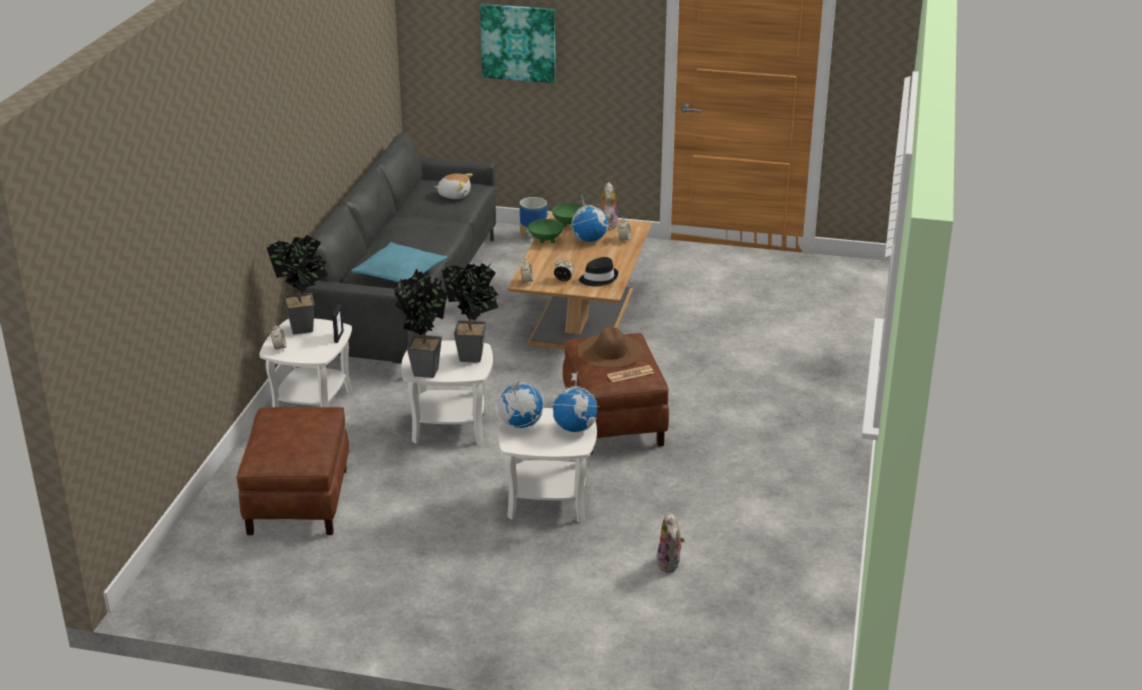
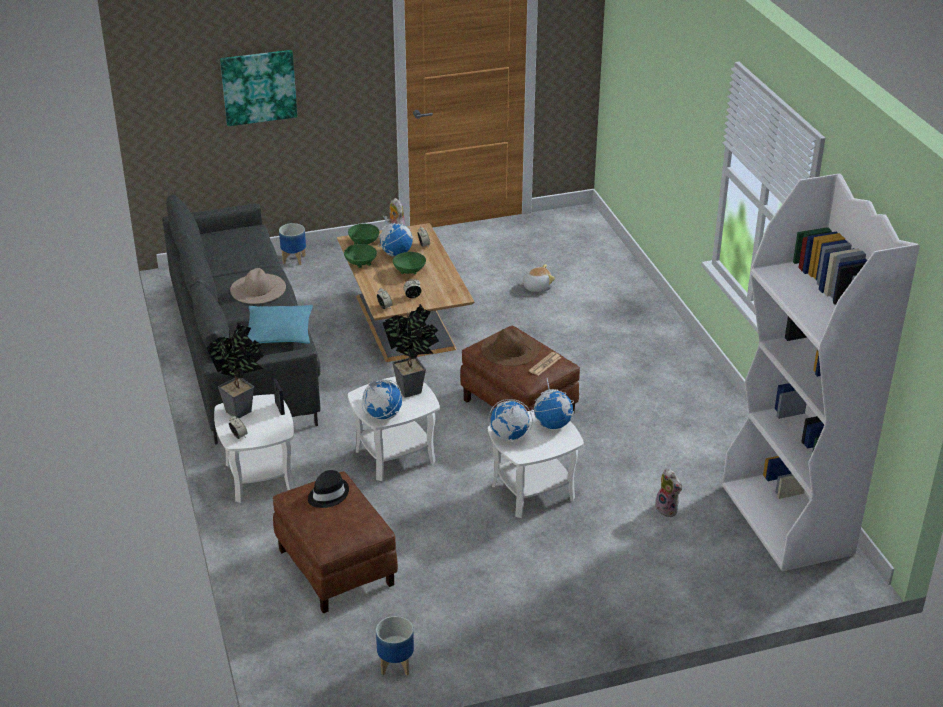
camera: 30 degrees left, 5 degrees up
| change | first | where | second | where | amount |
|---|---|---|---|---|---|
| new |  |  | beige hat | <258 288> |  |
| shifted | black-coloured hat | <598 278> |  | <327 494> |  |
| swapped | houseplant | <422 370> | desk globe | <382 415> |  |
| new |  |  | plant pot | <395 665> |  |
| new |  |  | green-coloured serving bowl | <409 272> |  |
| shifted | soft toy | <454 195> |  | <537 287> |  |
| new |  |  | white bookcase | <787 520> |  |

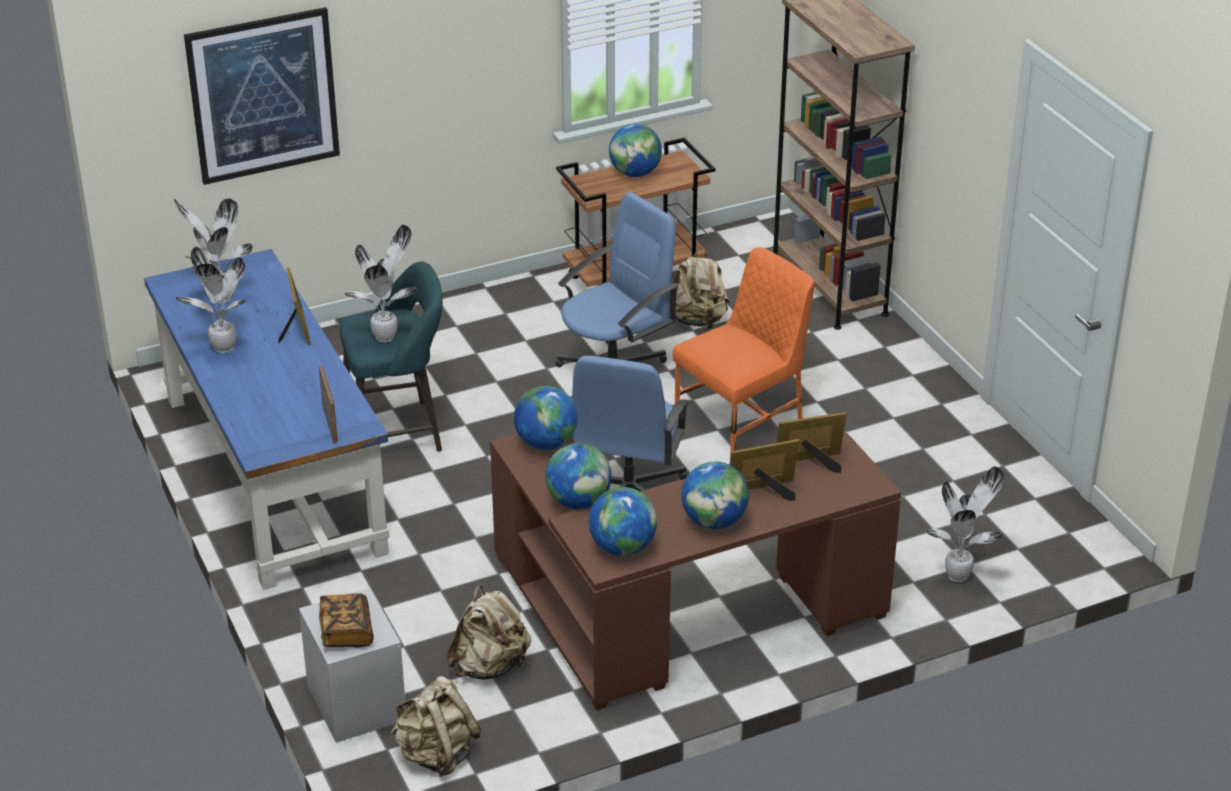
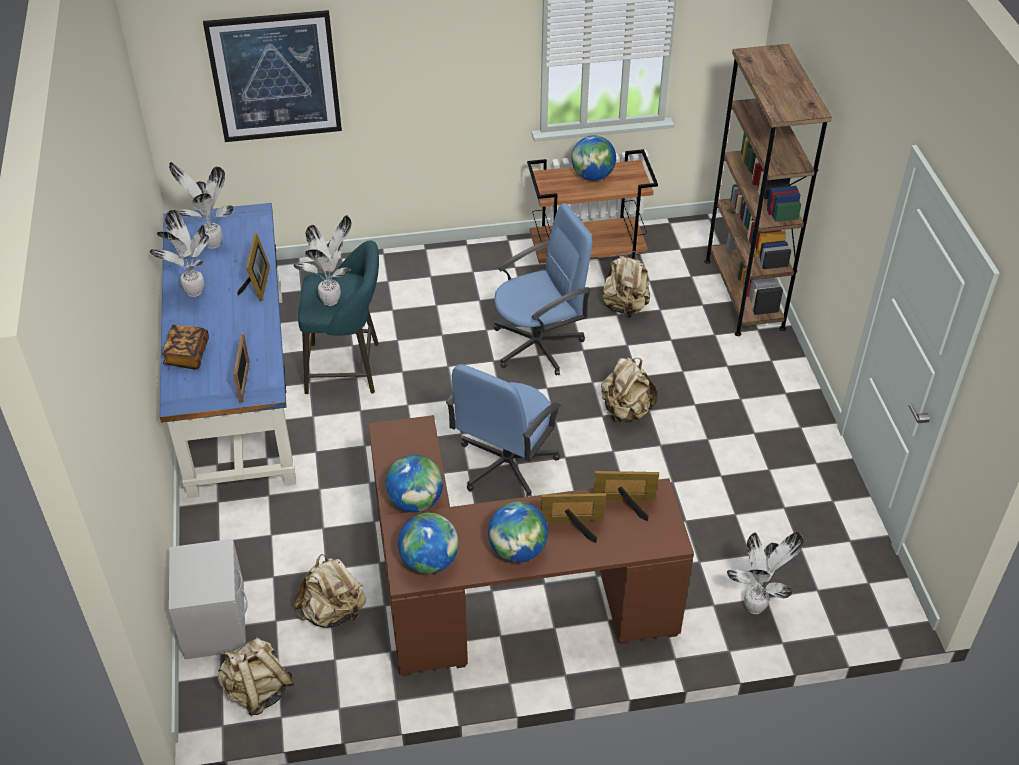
camera: 15 degrees right, 10 degrees up
| change | first | where | second | where | amount |
|---|---|---|---|---|---|
| shifted | volume | <346 632> |  | <187 355> |  |
| swapped | orange-coloured chair | <742 420> | beige knapsack | <625 411> |  |
| gone | desk globe | <546 443> |  |  |  |

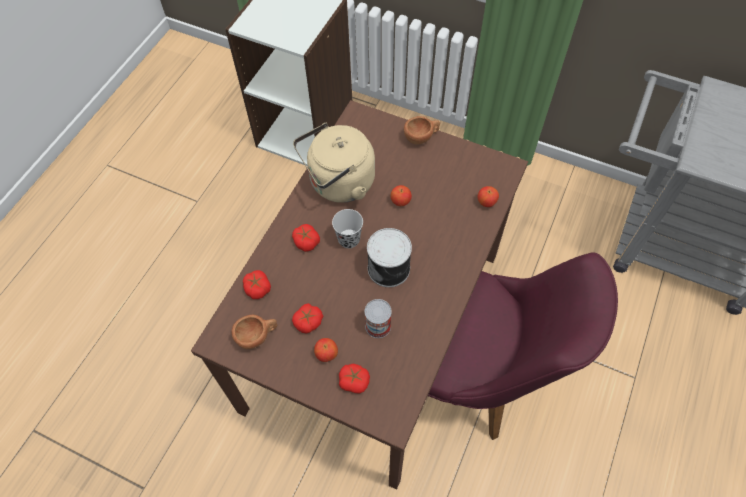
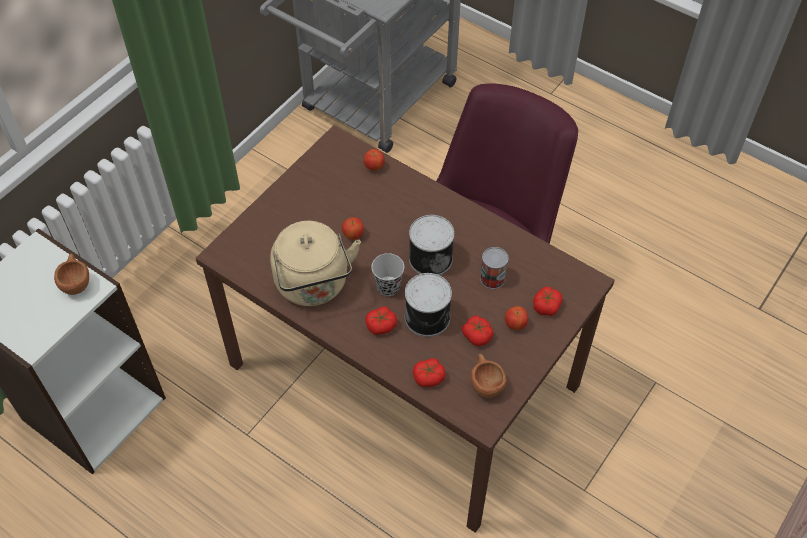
camera: 80 degrees left, 5 degrees down
| change | first | where | second | where | amount |
|---|---|---|---|---|---|
| shifted | brown-coloured small cup | <422 137> |  | <76 282> |  |
| new |  |  | sealed can | <428 317> |  |

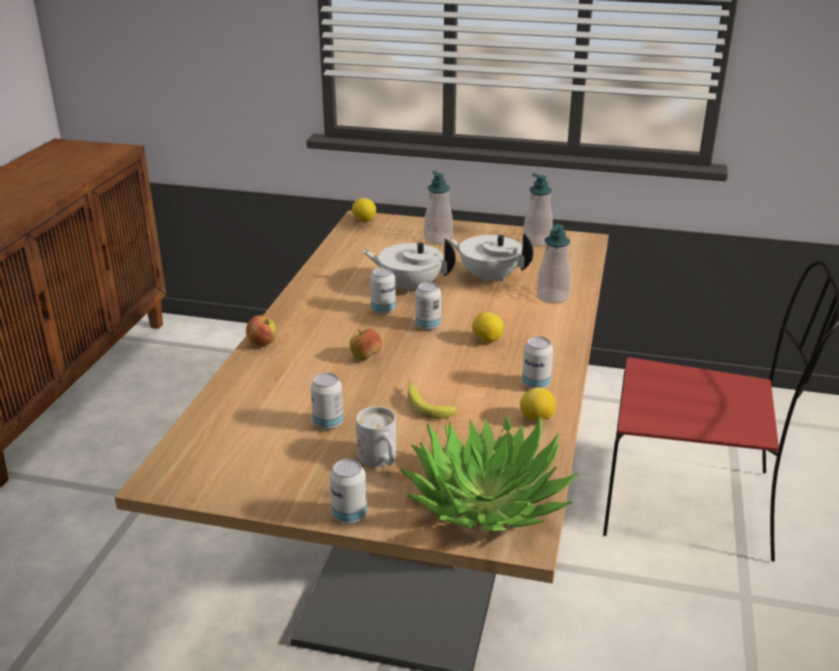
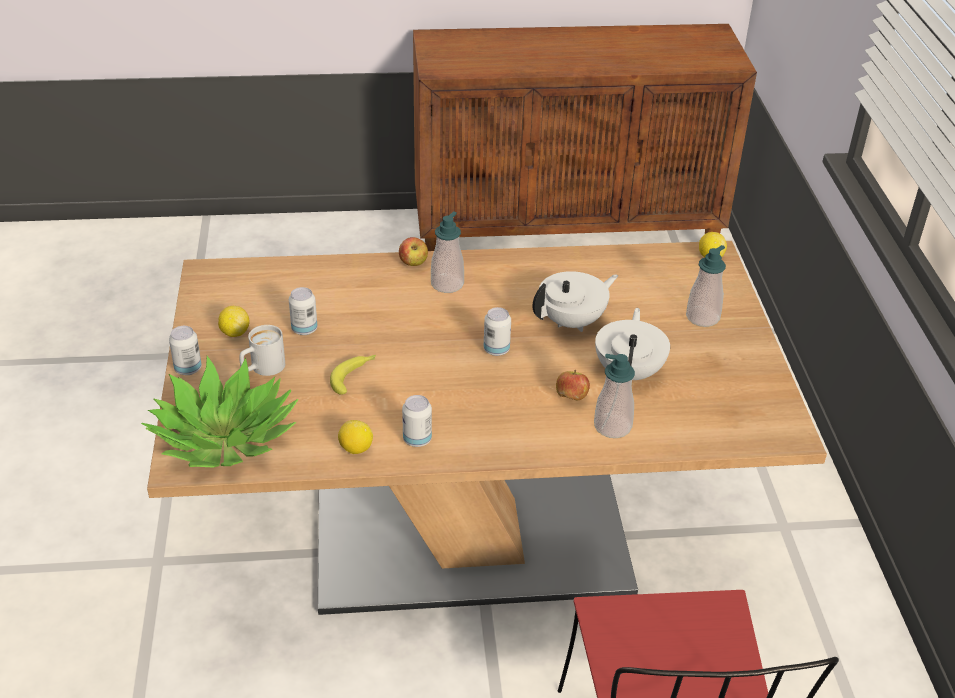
camera: 70 degrees right, 10 degrees up
| change | first | where | second | where | amount |
|---|---|---|---|---|---|
| shifted | lemon | <486 340> |  | <235 332> |  |
| shifted | liquid soap bottle | <537 241> |  | <447 284> |  |
| rotated | white tea pot | <410 286> |  | <572 321> | 60 degrees clockwise |
| shifted | apple | <366 357> |  | <571 397> |  |
| gone | sealed can | <383 310> |  |  |  |

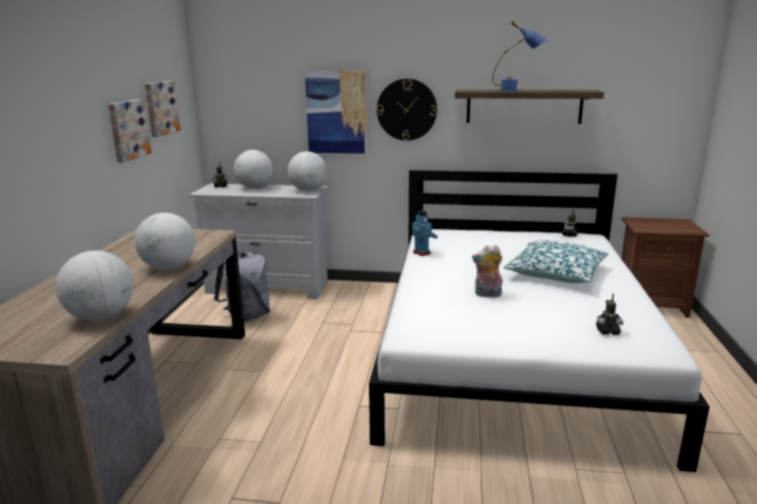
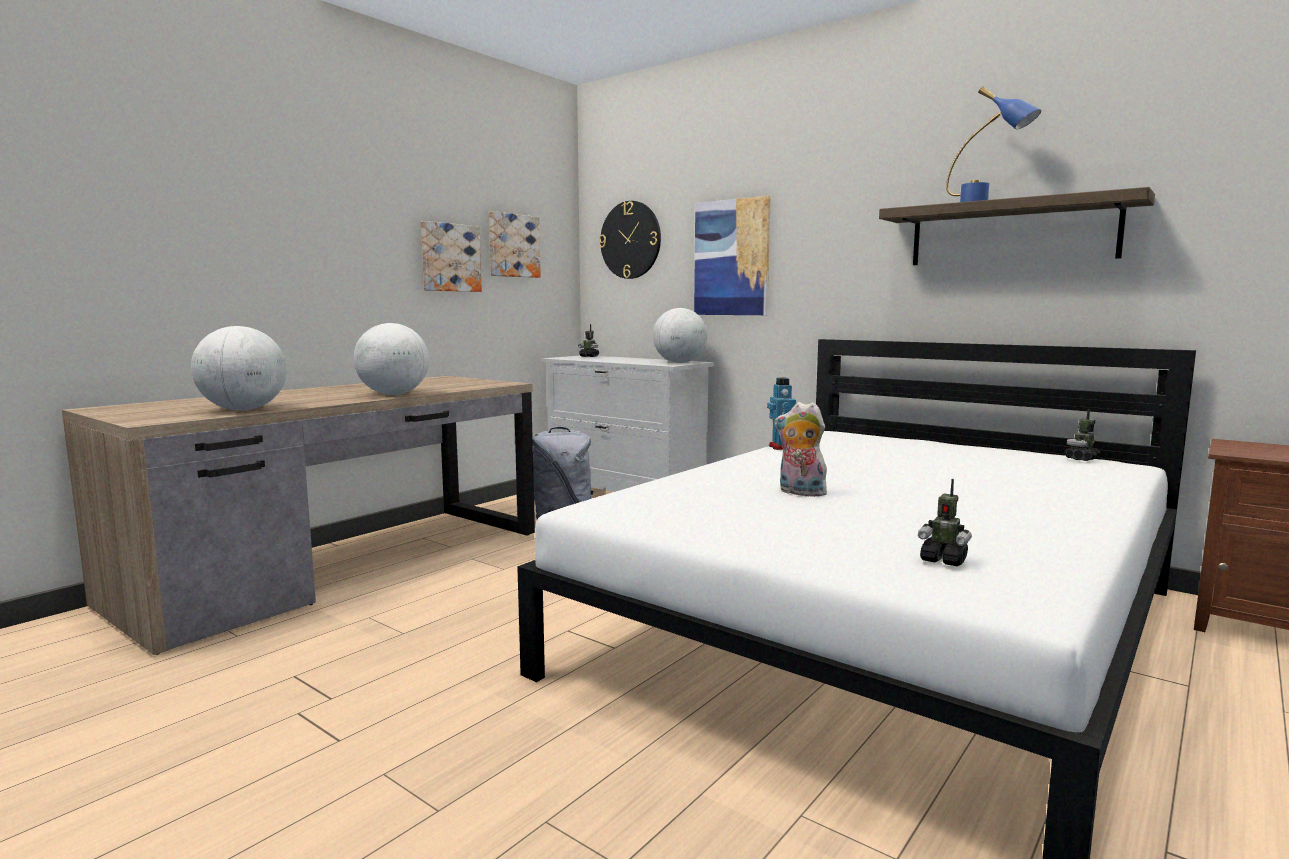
camera: 30 degrees right, 10 degrees down
| change | first | where | second | where | amount |
|---|---|---|---|---|---|
| shifted | hanging clock | <406 109> |  | <630 240> |  |
| gone | desk globe | <255 188> |  |  |  |
| gone | throw pillow | <555 273> |  |  |  |

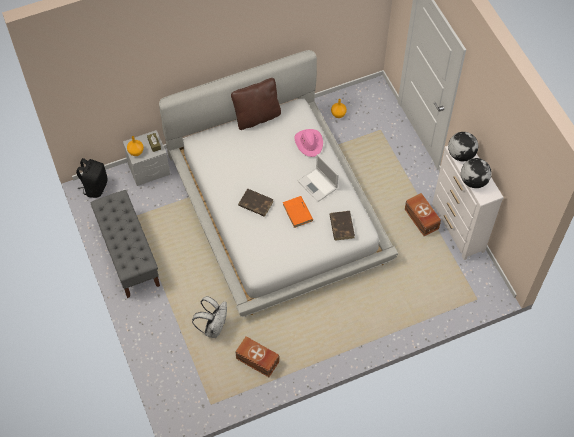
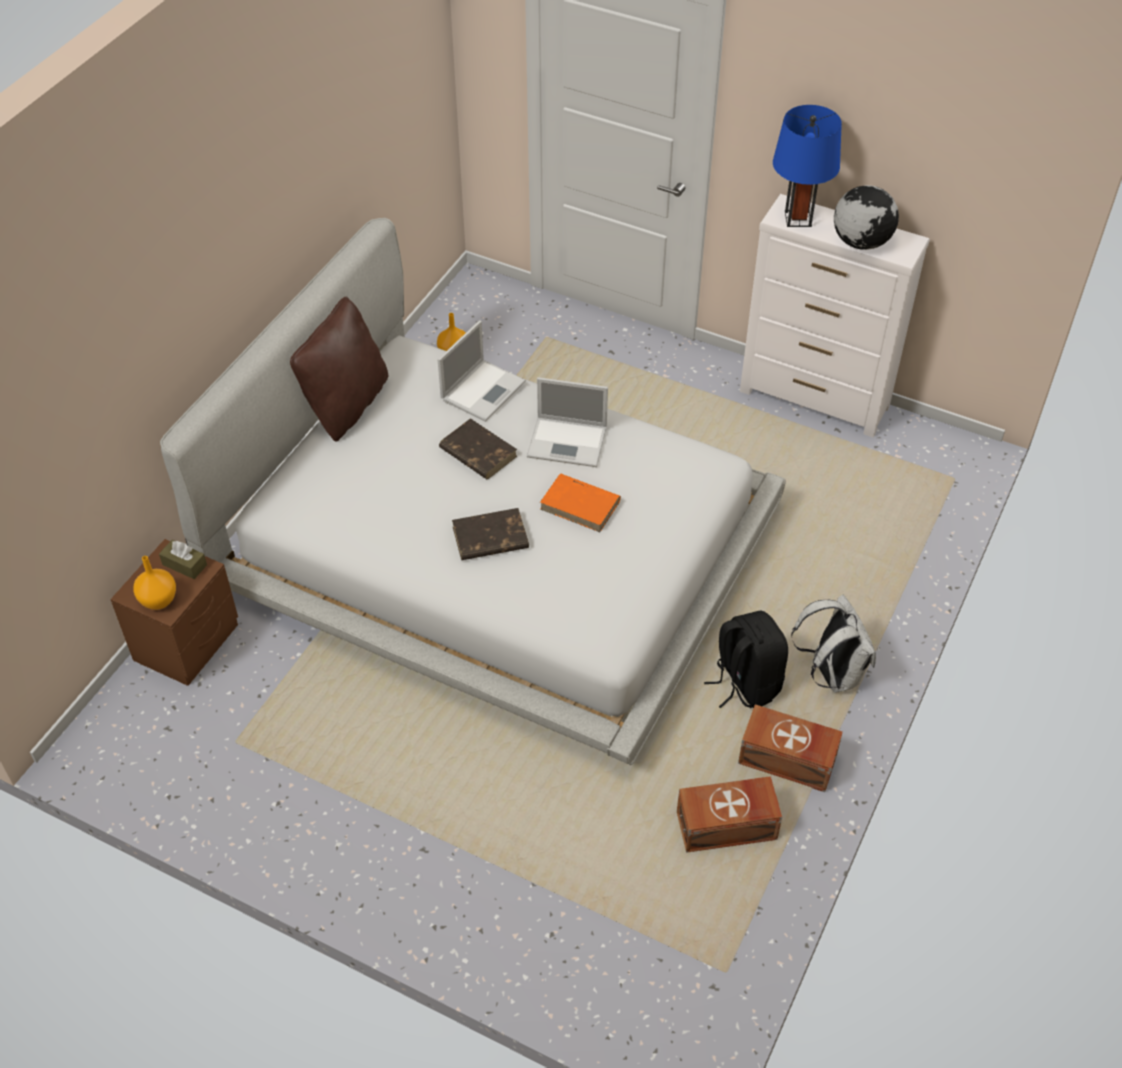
camera: 40 degrees left, 10 degrees down
| change | first | where | second | where | amount |
|---|---|---|---|---|---|
| repainted | gray bedside table | <149 170> | brown-coloured bedside table | <187 643> |  |
| swapped | pink hat | <309 143> | portable computer | <484 389> |  |
| shifted | brown-coloured volume | <341 226> |  | <477 452> |  |
| shifted | black-coloured knapsack | <95 187> |  | <745 683> |  |
| shifted | brown-coloured storage container | <421 220> |  | <788 761> |  |
| swapped | desk globe | <461 154> | blue table lamp | <797 219> |  |
| shifted | white knapsack | <213 327> |  | <831 673> |  |
| gone | gray bench | <128 253> |  |  |  |

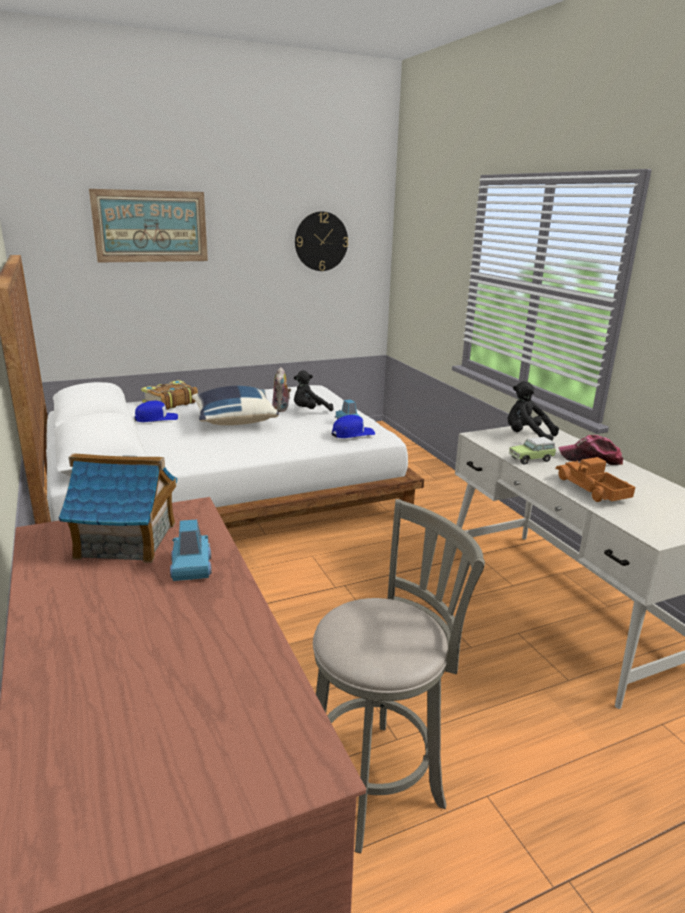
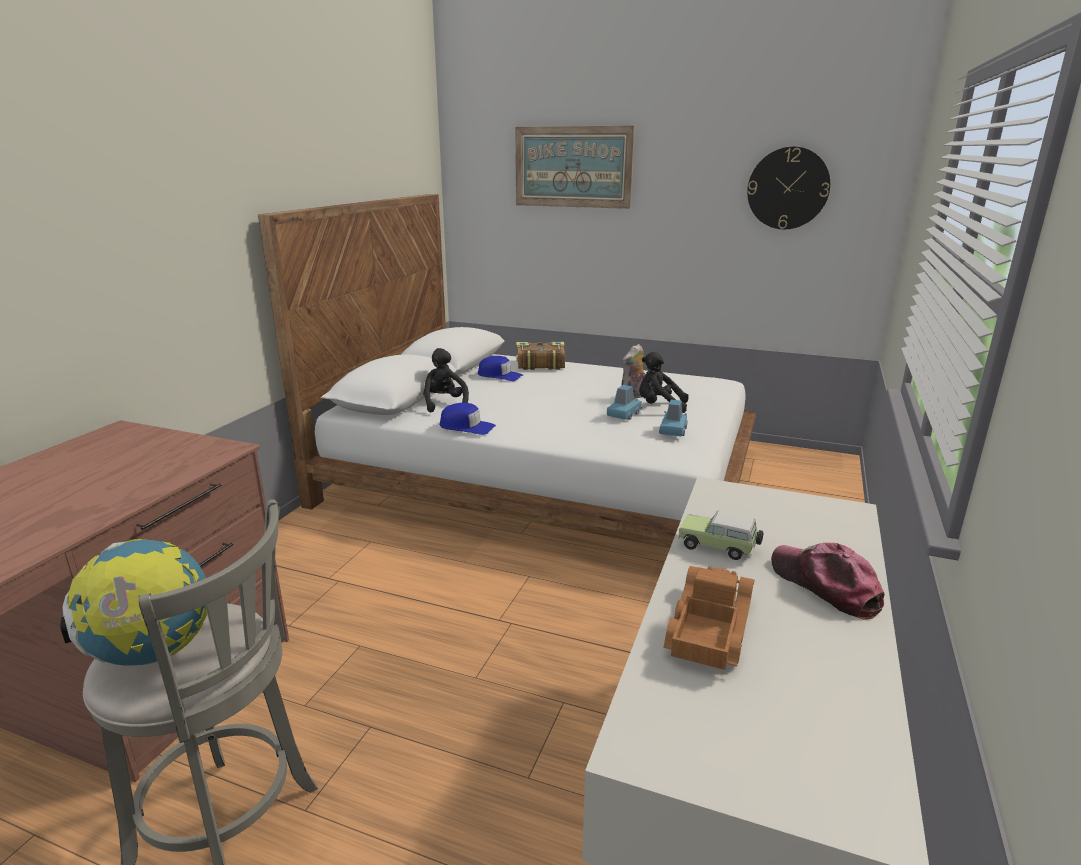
camera: 45 degrees right, 0 degrees up
| change | first | where | second | where | amount |
|---|---|---|---|---|---|
| new |  |  | desk globe | <153 653> |  |
| shifted | black-coloured soft toy | <527 436> |  | <443 404> |  |
| shifted | blue cap | <352 433> |  | <467 427> |  |
| shifted | blue toy car | <191 566> |  | <624 414> |  |
| gone | miniature house | <127 540> |  |  |  |
| gone | blue throw pillow | <234 420> |  |  |  |

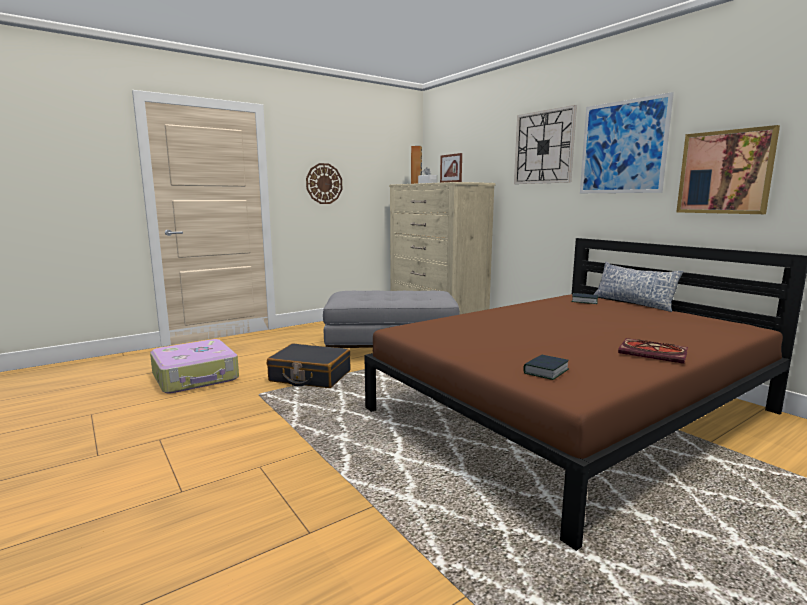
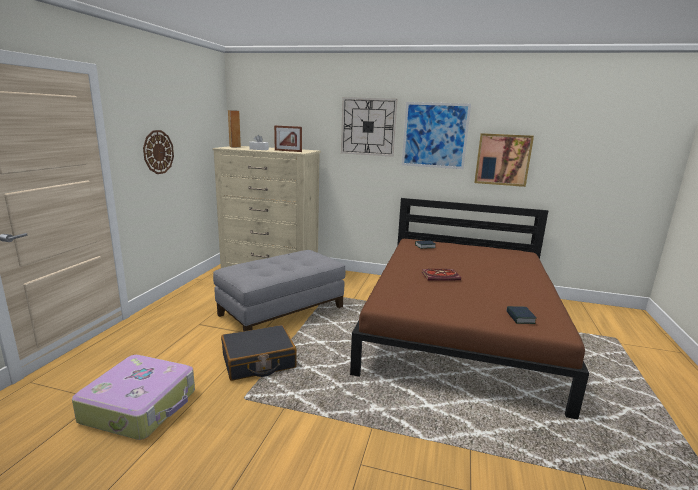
camera: 40 degrees left, 5 degrees up
| change | first | where | second | where | amount |
|---|---|---|---|---|---|
| shifted | volume | <654 353> |  | <441 276> |  |
| gone | throw pillow | <632 303> |  |  |  |

